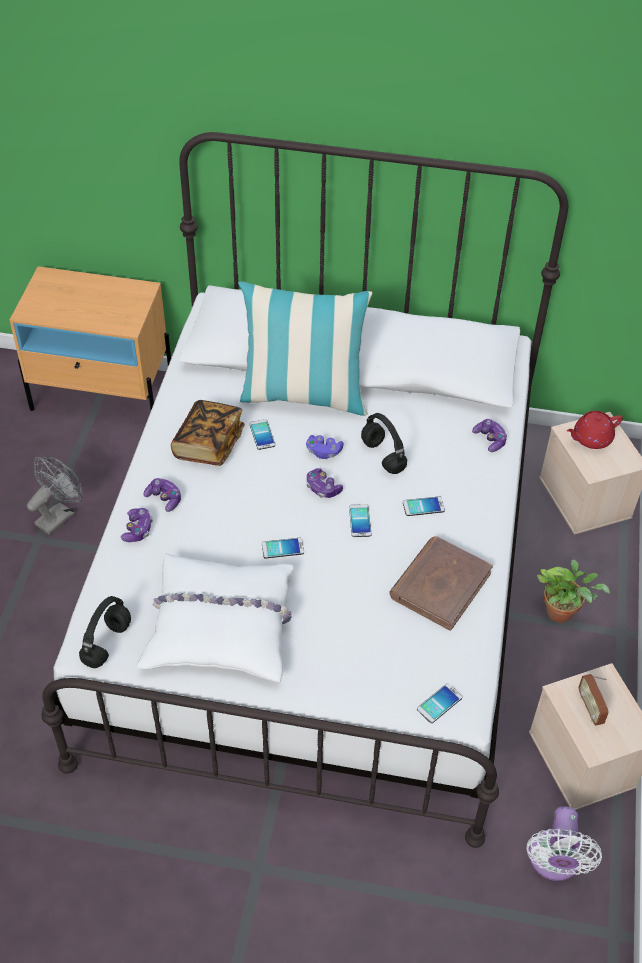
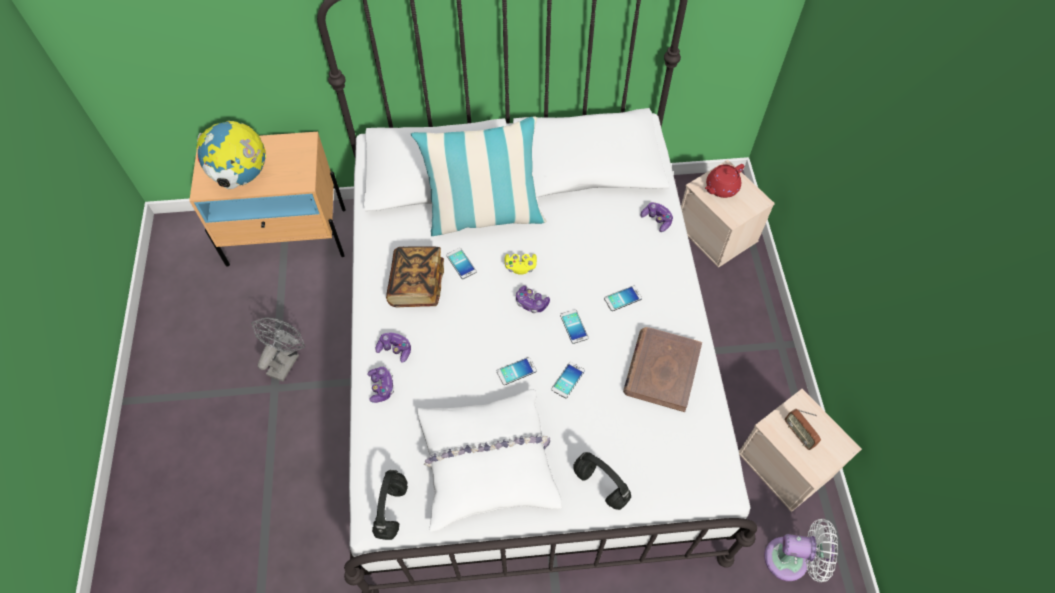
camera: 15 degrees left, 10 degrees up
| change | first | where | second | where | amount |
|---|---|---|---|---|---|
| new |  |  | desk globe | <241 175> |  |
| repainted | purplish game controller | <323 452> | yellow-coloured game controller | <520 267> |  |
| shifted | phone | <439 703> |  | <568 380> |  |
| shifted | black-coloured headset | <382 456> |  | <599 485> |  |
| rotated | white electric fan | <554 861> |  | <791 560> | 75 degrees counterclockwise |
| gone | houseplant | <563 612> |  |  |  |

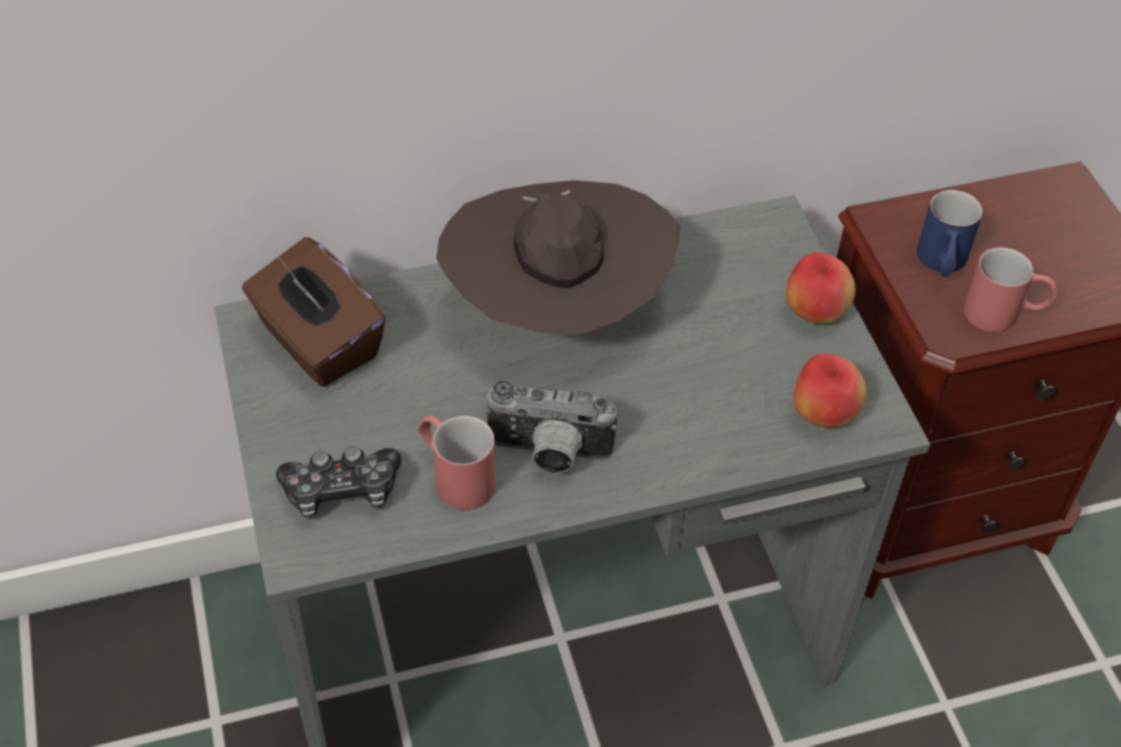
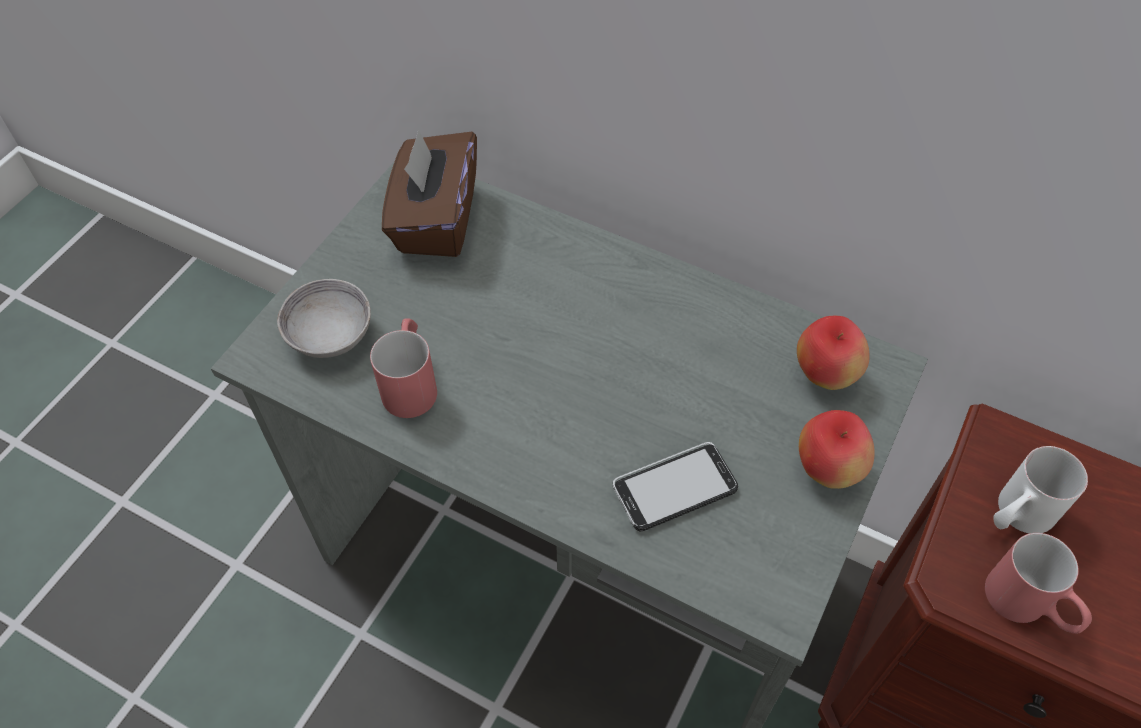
camera: 45 degrees right, 5 degrees up
| change | first | where | second | where | amount |
|---|---|---|---|---|---|
| swapped | game controller | <342 491> | gray serving bowl | <330 335> |  |
| new |  |  | phone | <674 488> |  |
| shifted | apple | <822 415> |  | <824 374> |  |
| repainted | blue coffee mug | <941 264> | white coffee mug | <1016 516> |  |
| gone | brown-coloured hat | <557 311> |  |  |  |
| gone | still camera | <548 455> |  |  |  |

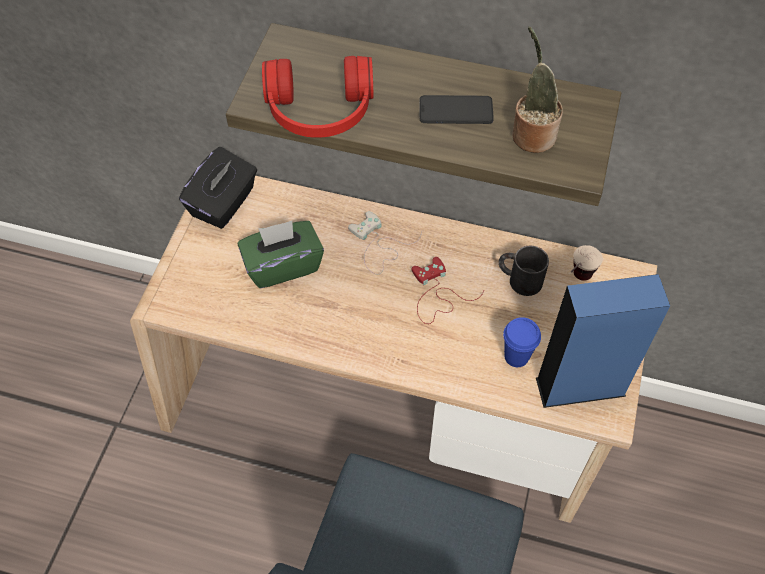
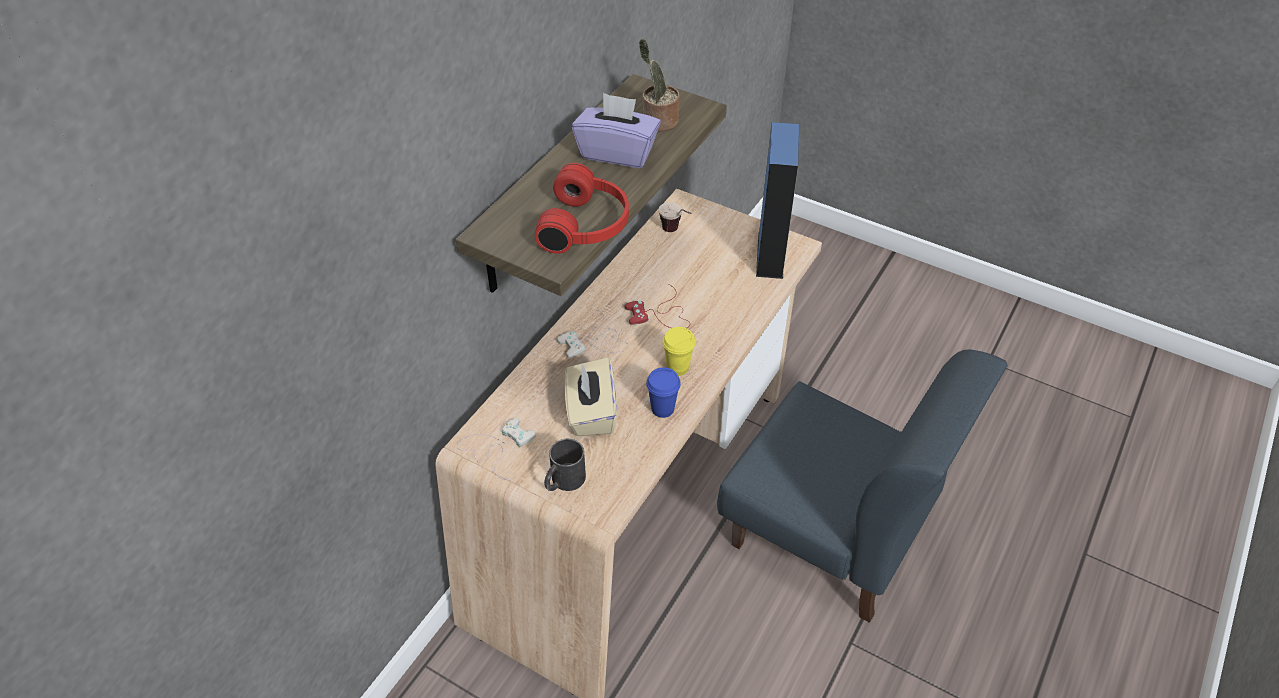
camera: 75 degrees left, 10 degrees down
| change | first | where | second | where | amount |
|---|---|---|---|---|---|
| swapped | black-coloured tissue holder | <224 203> | white game controller | <496 447> |  |
| shifted | black-coloured coffee mug | <519 279> |  | <563 481> |  |
| repainted | green-coloured tissue holder | <283 265> | beige tissue holder | <591 413> |  |
| swapped | phone | <456 110> | purplish tissue holder | <617 152> |  |
| shifted | blue small cup | <516 356> |  | <662 409> |  |
| new |  |  | yellow-coloured small cup | <677 367> |  |

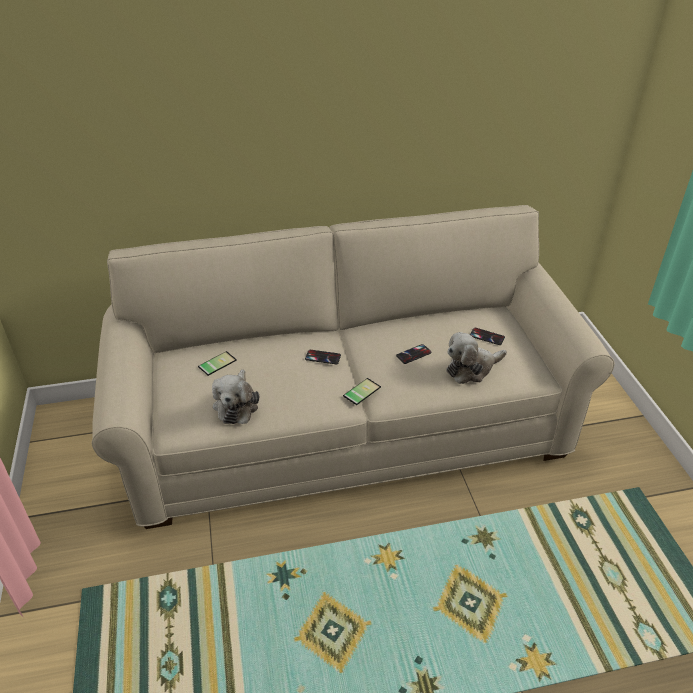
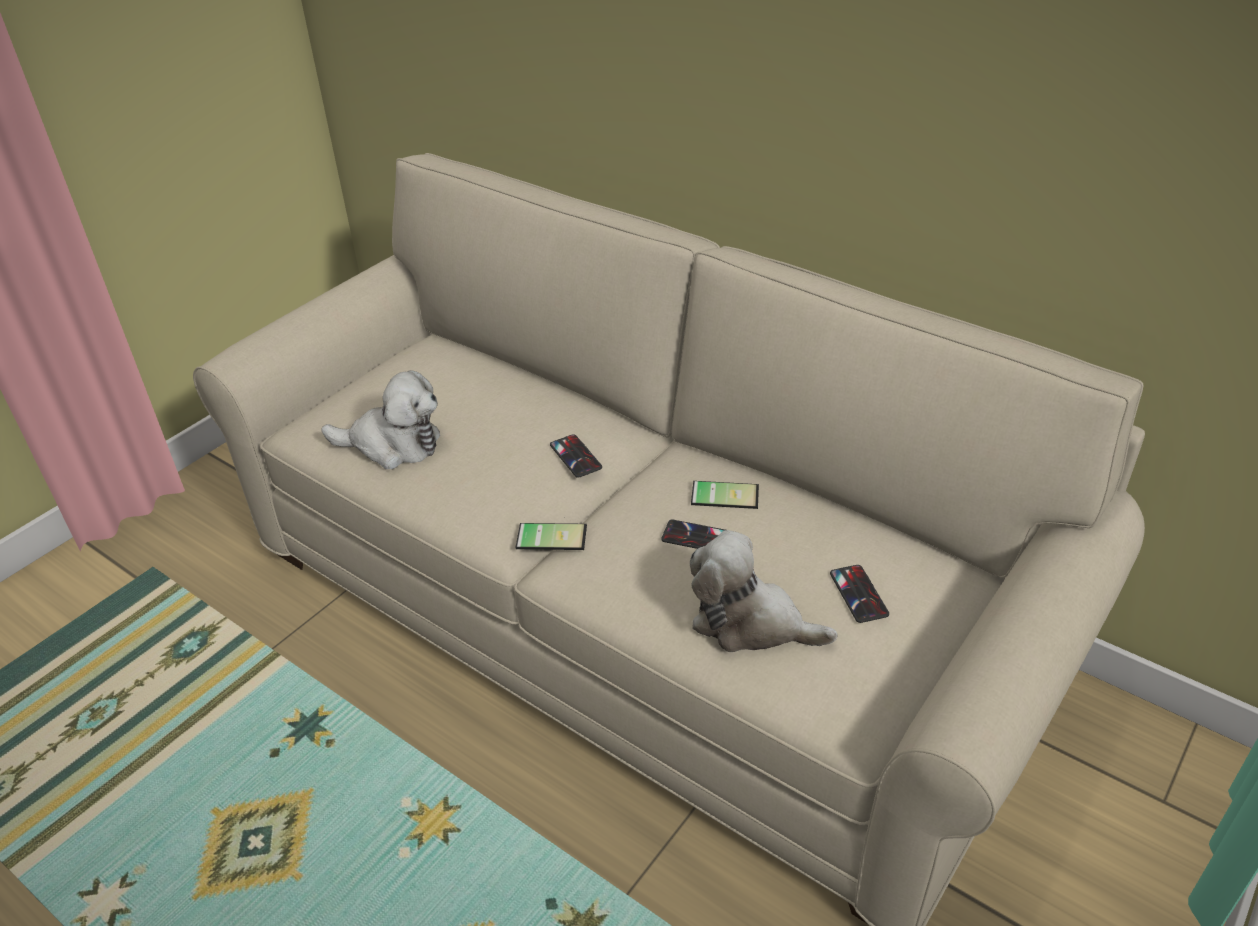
camera: 50 degrees right, 0 degrees up
| change | first | where | second | where | amount |
|---|---|---|---|---|---|
| rotated | soft toy | <236 405> |  | <393 445> | 135 degrees counterclockwise |
| shifted | phone | <216 362> |  | <725 493> |  |

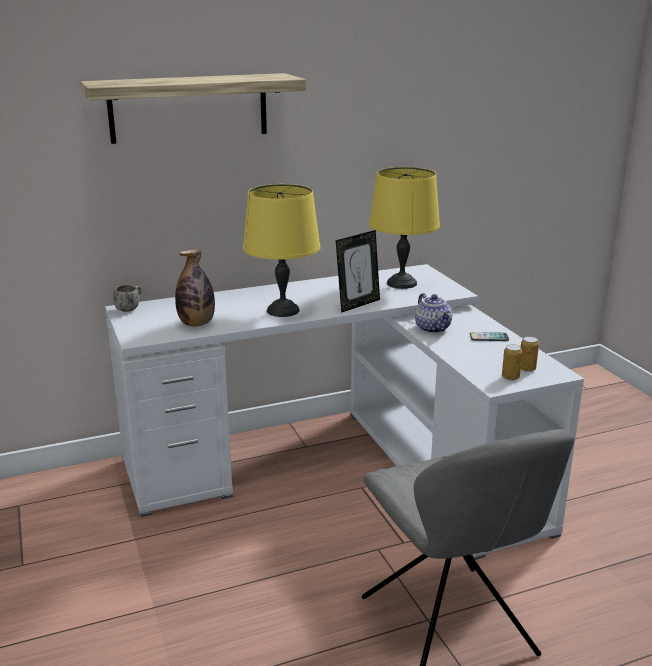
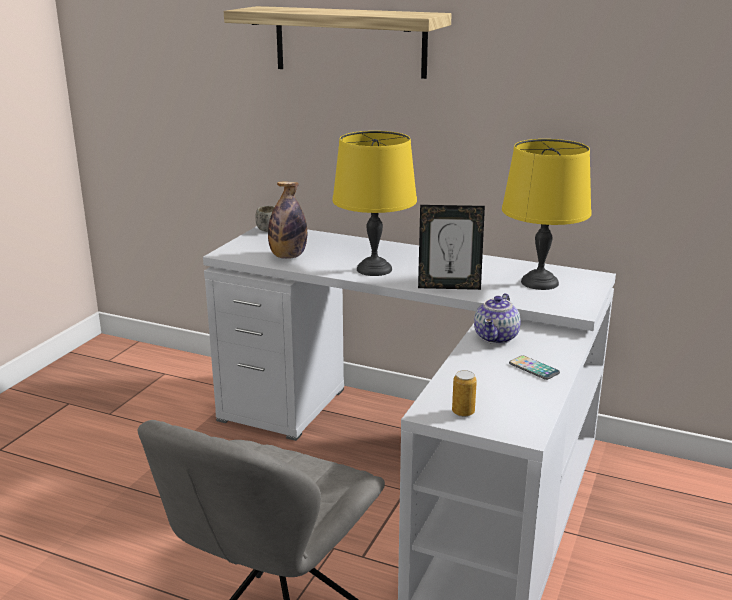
camera: 45 degrees right, 0 degrees up
| change | first | where | second | where | amount |
|---|---|---|---|---|---|
| gone | sealed can | <527 369> |  |  |  |

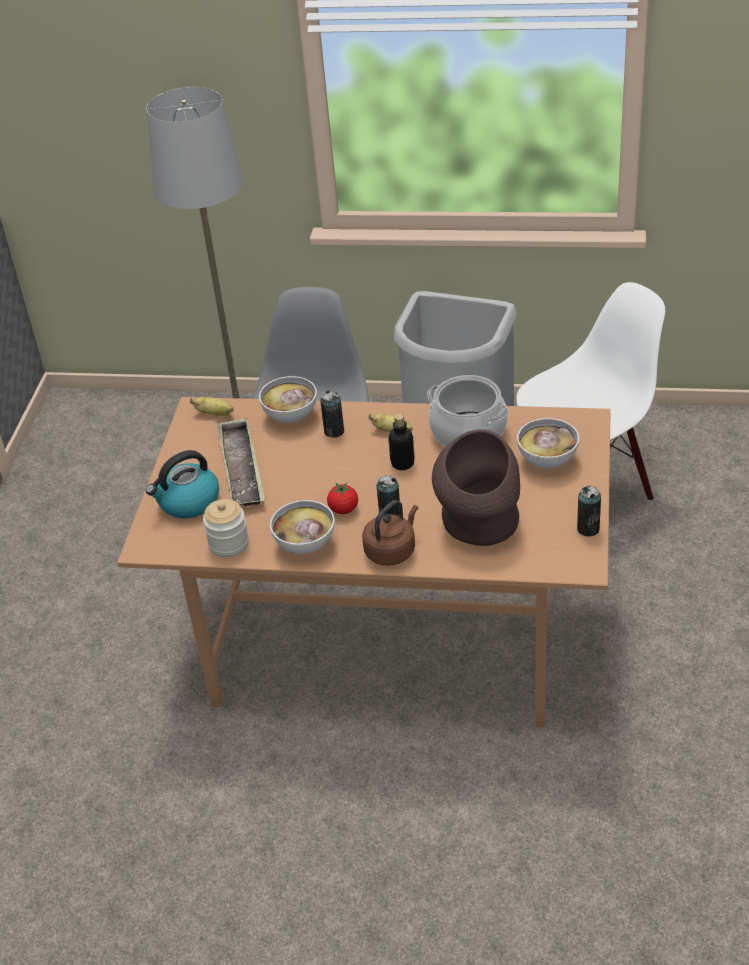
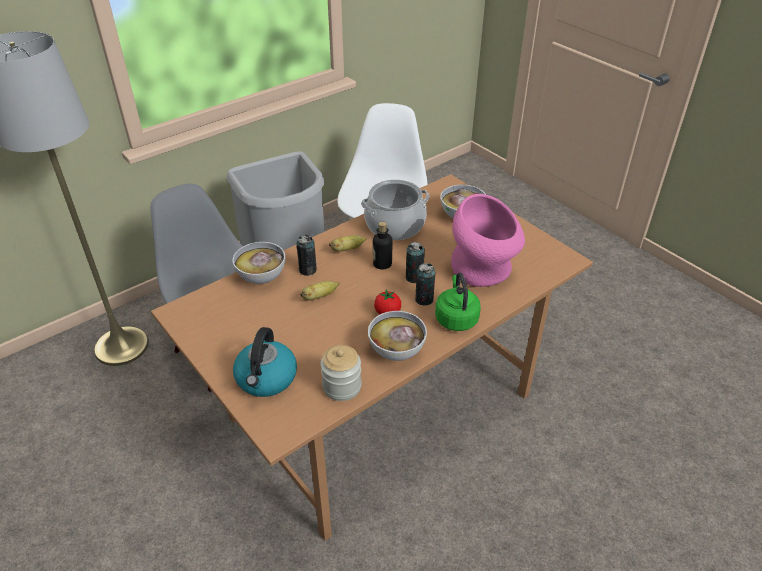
camera: 50 degrees left, 0 degrees up
| change | first | where | second | where | amount |
|---|---|---|---|---|---|
| shifted | whole banana | <215 414> |  | <319 296> |  |
| shifted | sealed can | <588 529> |  | <414 277> |  |
| repainted | brown-coloured tea kettle | <392 550> | green-coloured tea kettle | <456 318> |  |
| repainted | brown-coloured vase | <479 527> | pink vase | <483 273> |  |
| gone | carrying tray | <241 468> |  |  |  |

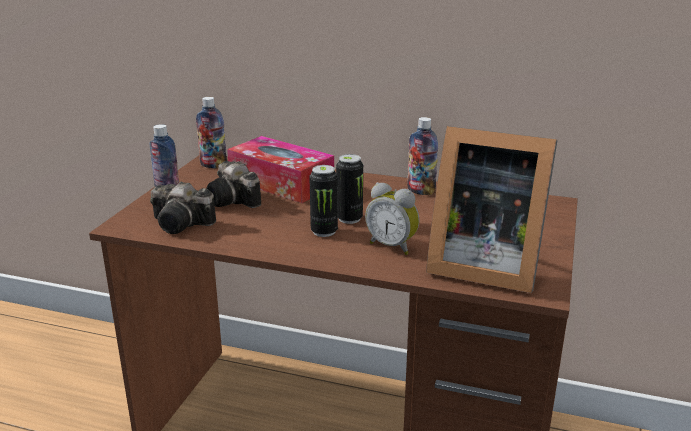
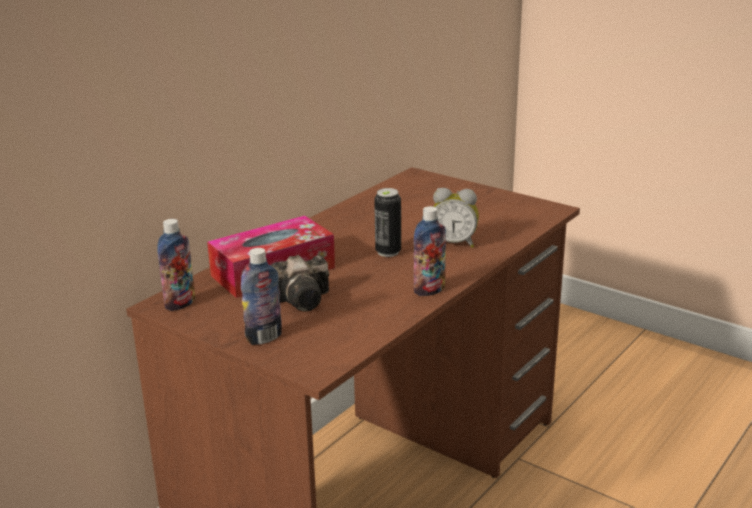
camera: 70 degrees left, 0 degrees up
| change | first | where | second | where | amount |
|---|---|---|---|---|---|
| shifted | drink bottle | <421 191> |  | <429 290> |  |
| rotated | table clock | <393 246> |  | <454 243> | 45 degrees clockwise |
| gone | still camera | <183 224> |  |  |  |
| gone | sealed can | <324 231> |  |  |  |
| gone | photo frame | <482 265> |  |  |  |

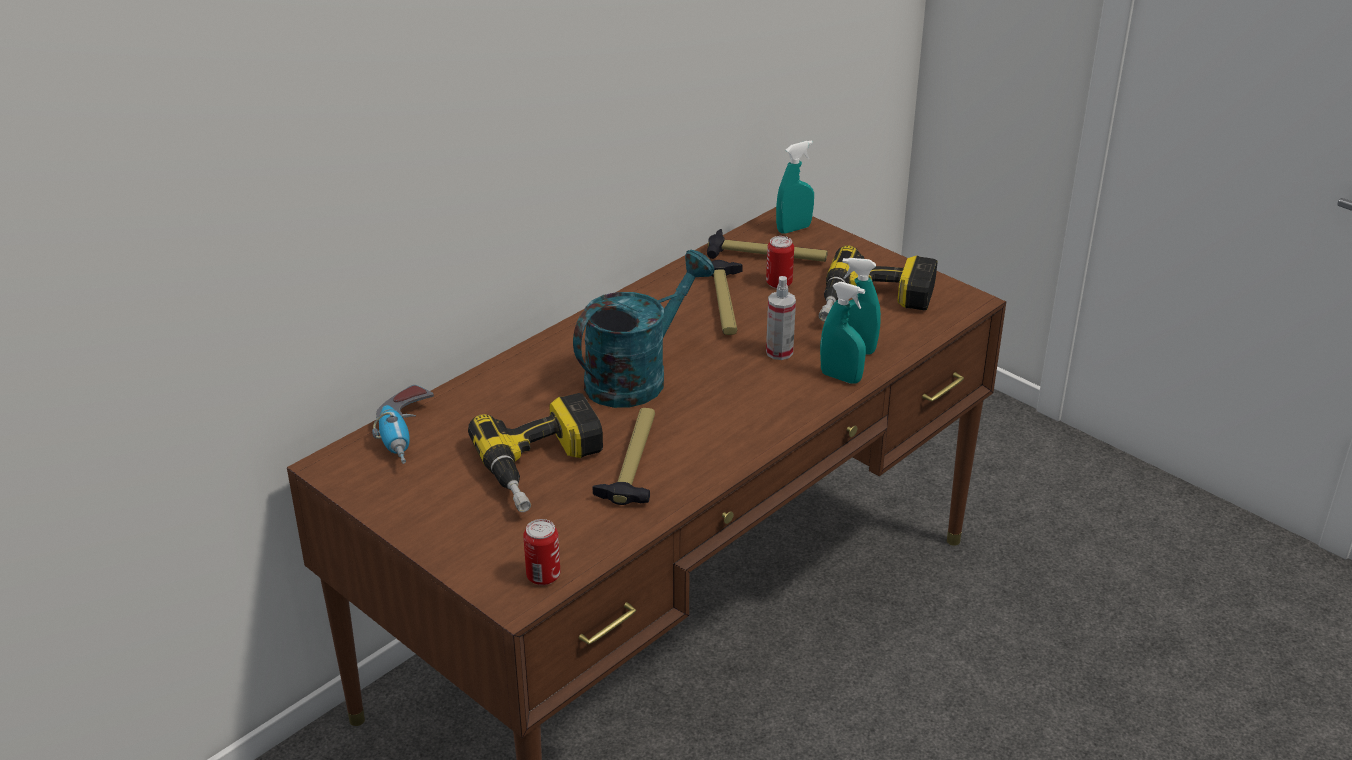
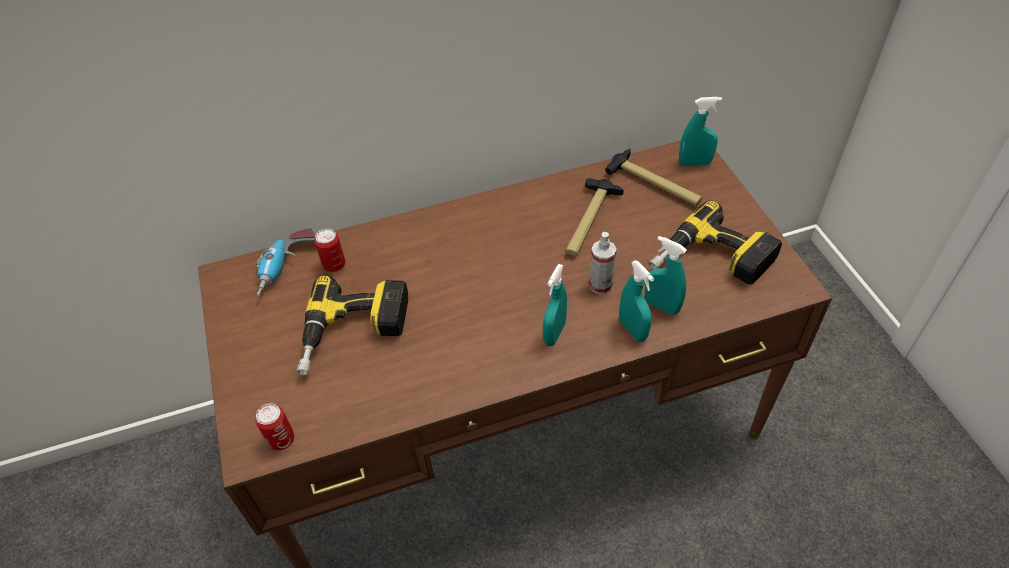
camera: 30 degrees right, 15 degrees up
| change | first | where | second | where | amount |
|---|---|---|---|---|---|
| shifted | sealed can | <779 283> |  | <334 265> |  |
| new |  |  | turquoise-coloured hand sprayer | <554 333> |  |
| gone | turquoise-coloured watering can | <636 376> |  |  |  |
| gone | tool hammer | <633 462> |  |  |  |

